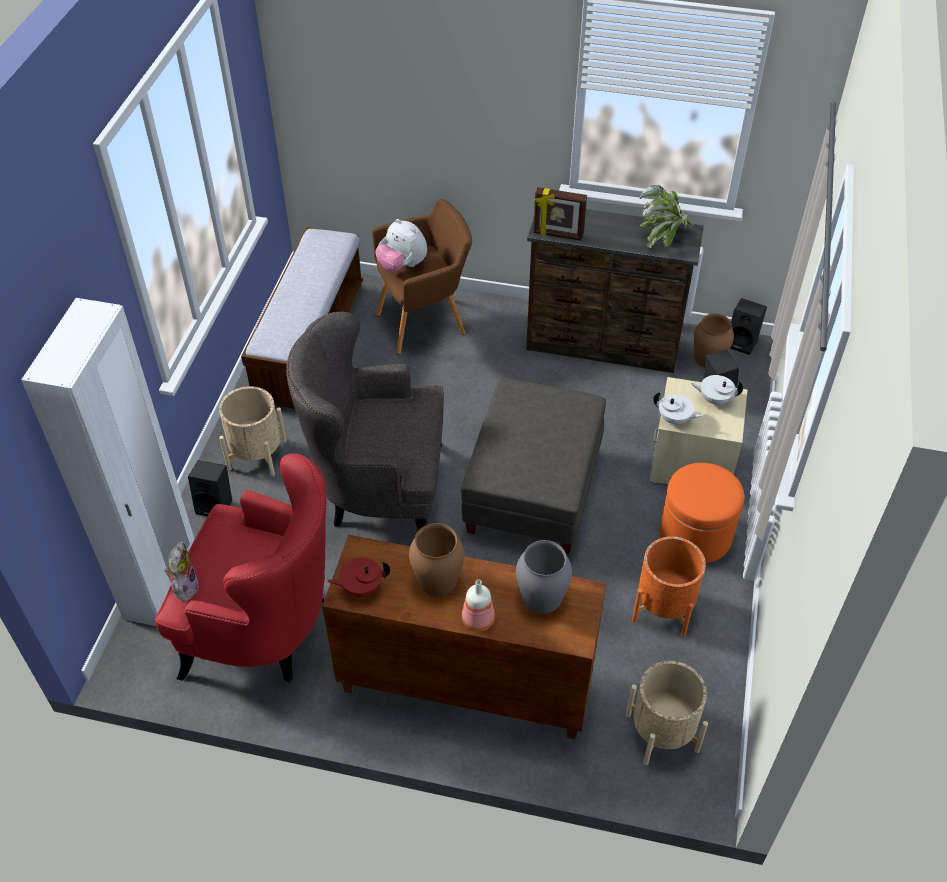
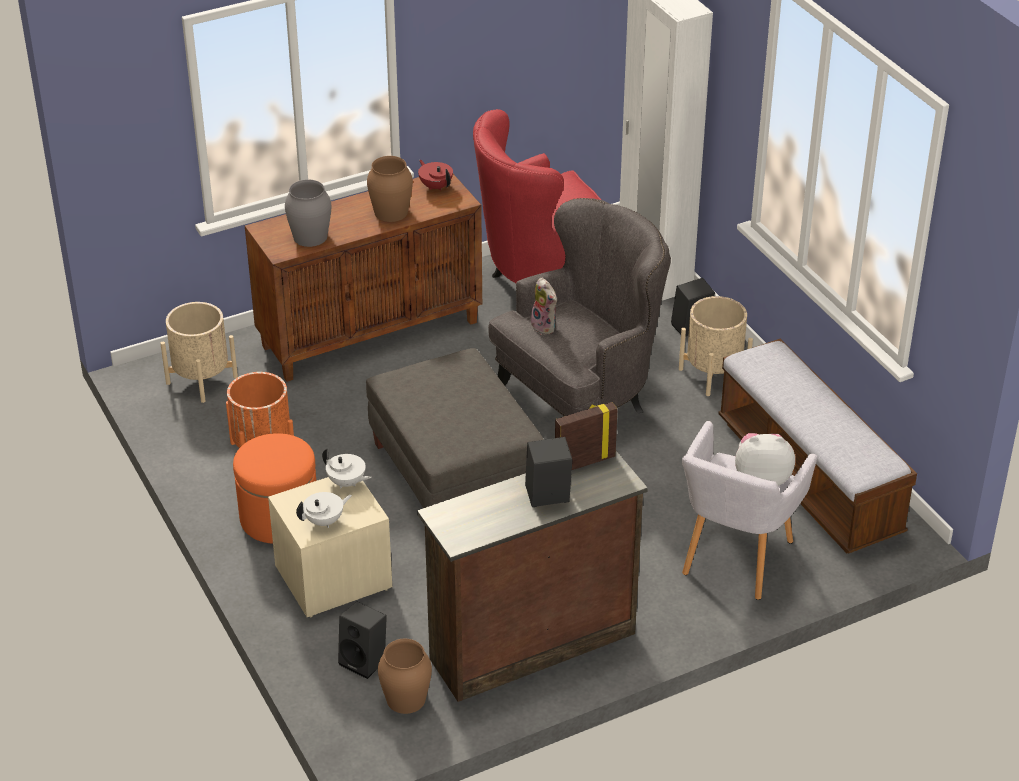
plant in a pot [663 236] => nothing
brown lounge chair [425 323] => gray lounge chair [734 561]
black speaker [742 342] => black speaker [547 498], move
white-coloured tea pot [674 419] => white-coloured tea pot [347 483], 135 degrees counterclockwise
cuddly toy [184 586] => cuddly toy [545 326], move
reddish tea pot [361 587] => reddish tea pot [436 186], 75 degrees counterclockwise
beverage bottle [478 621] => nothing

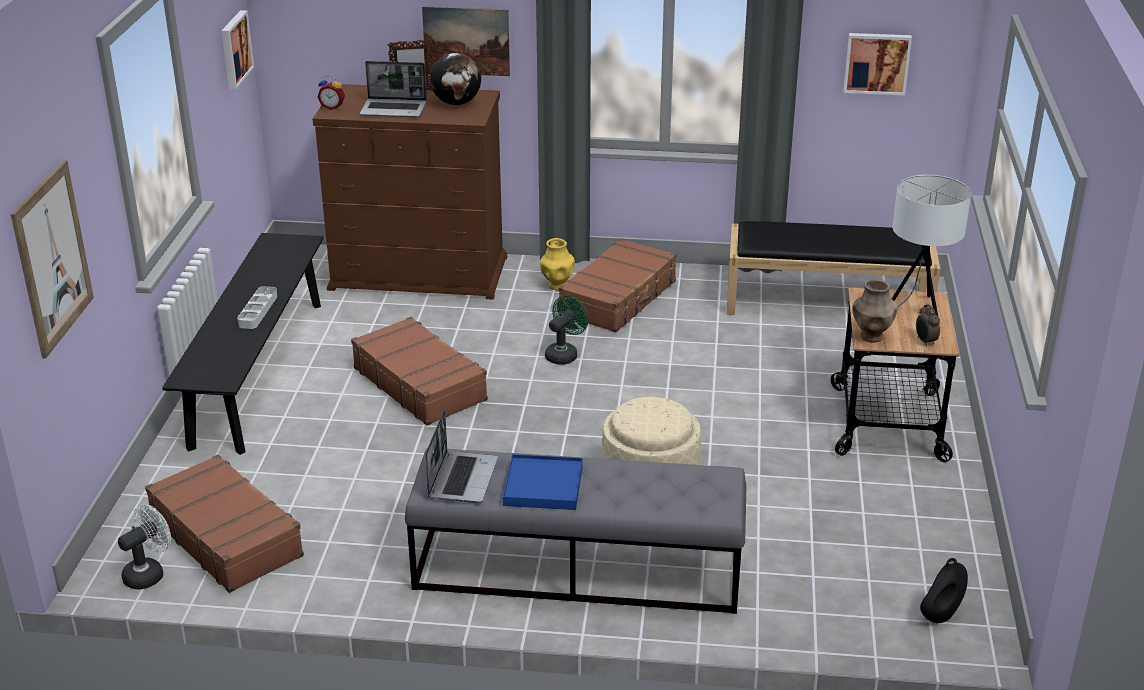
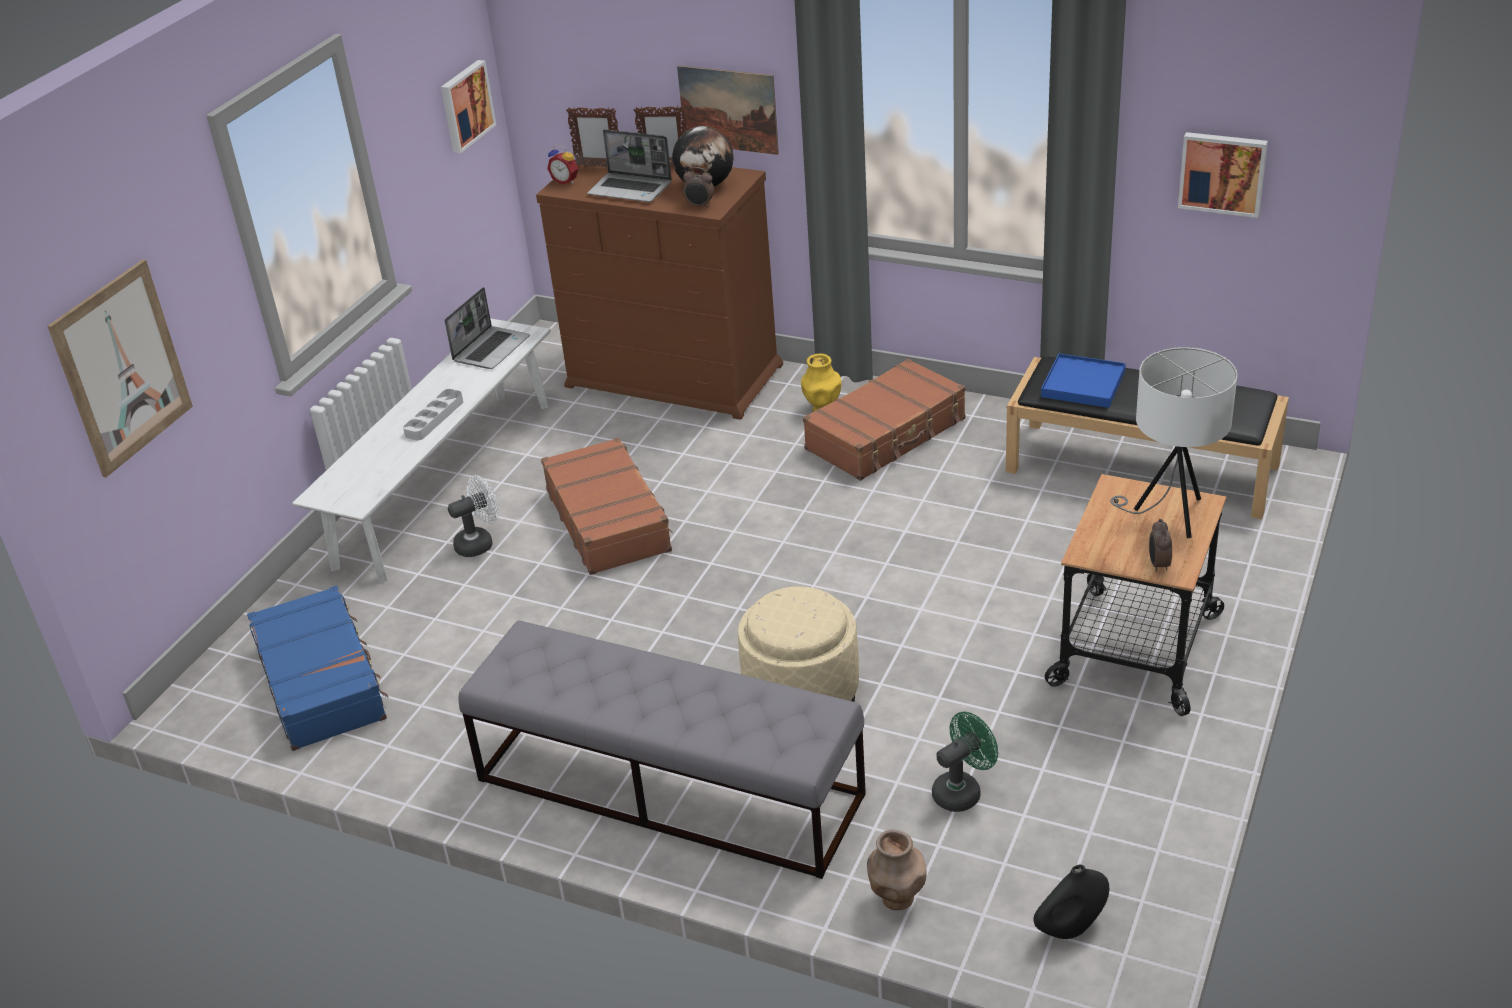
black bench [258 372] => white-coloured bench [446 482]
brown flower vase [871 337] => brown flower vase [897 899], move
green-coloured fan [564 354] => green-coloured fan [962 790], move
notebook computer [462 478] => notebook computer [491 349], move
brown suitcase [227 536] => blue-coloured suitcase [322 681]
blue-coloured serving tray [543 486] => blue-coloured serving tray [1083 384], move
white-coloured fan [149 573] => white-coloured fan [480 543], move
nothing => picture frame [598 166]
nothing => alarm clock [700 206]

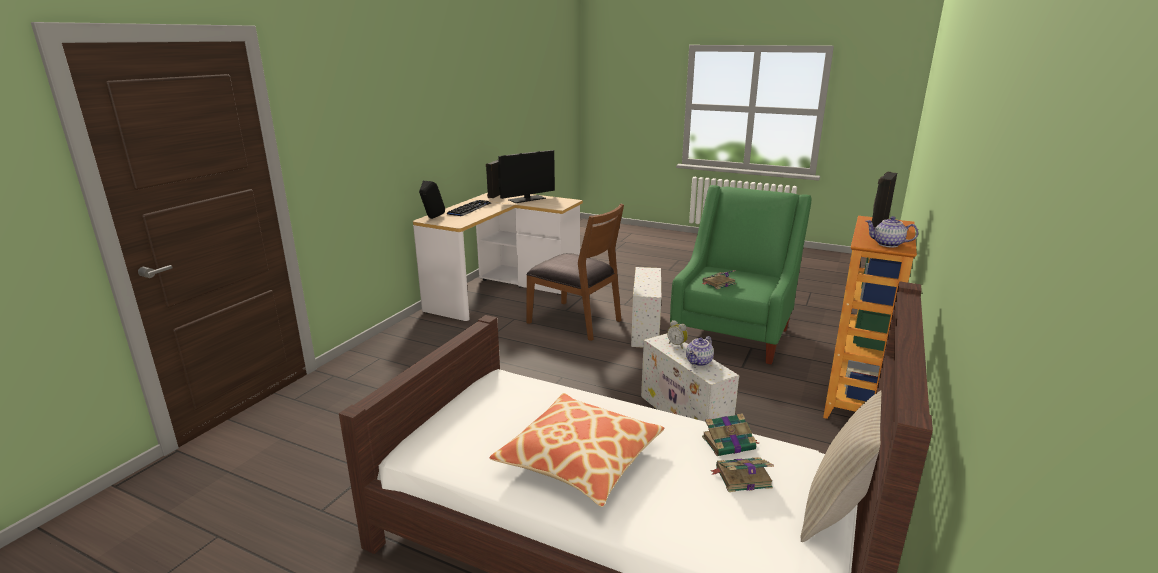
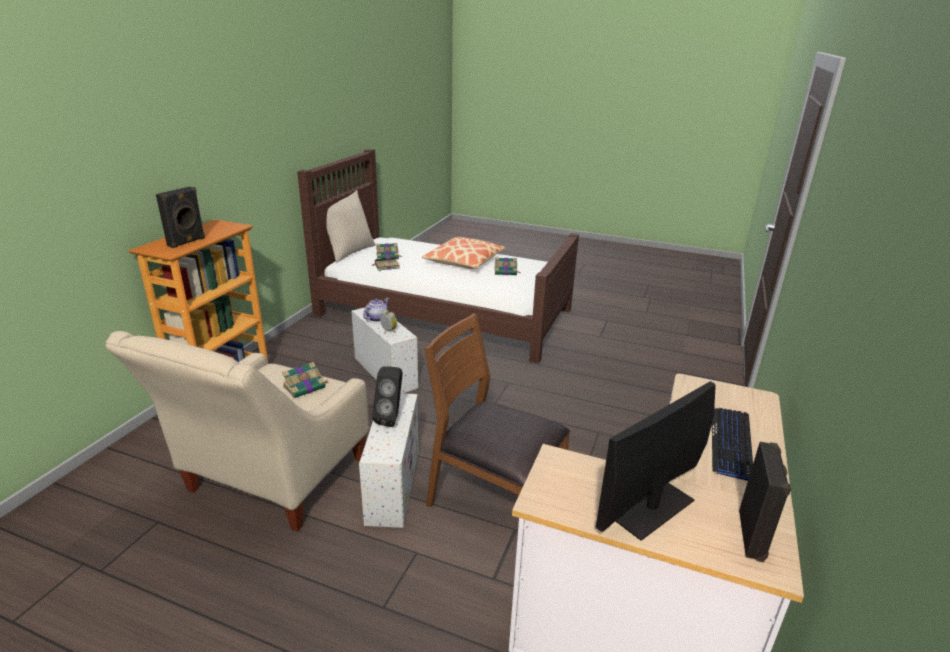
black speaker [432 218] => black speaker [391 418], move
green-coloured lounge chair [734 332] => beige lounge chair [270 482]
tea pot [887 244] => nothing
nothing => volume [506 271]

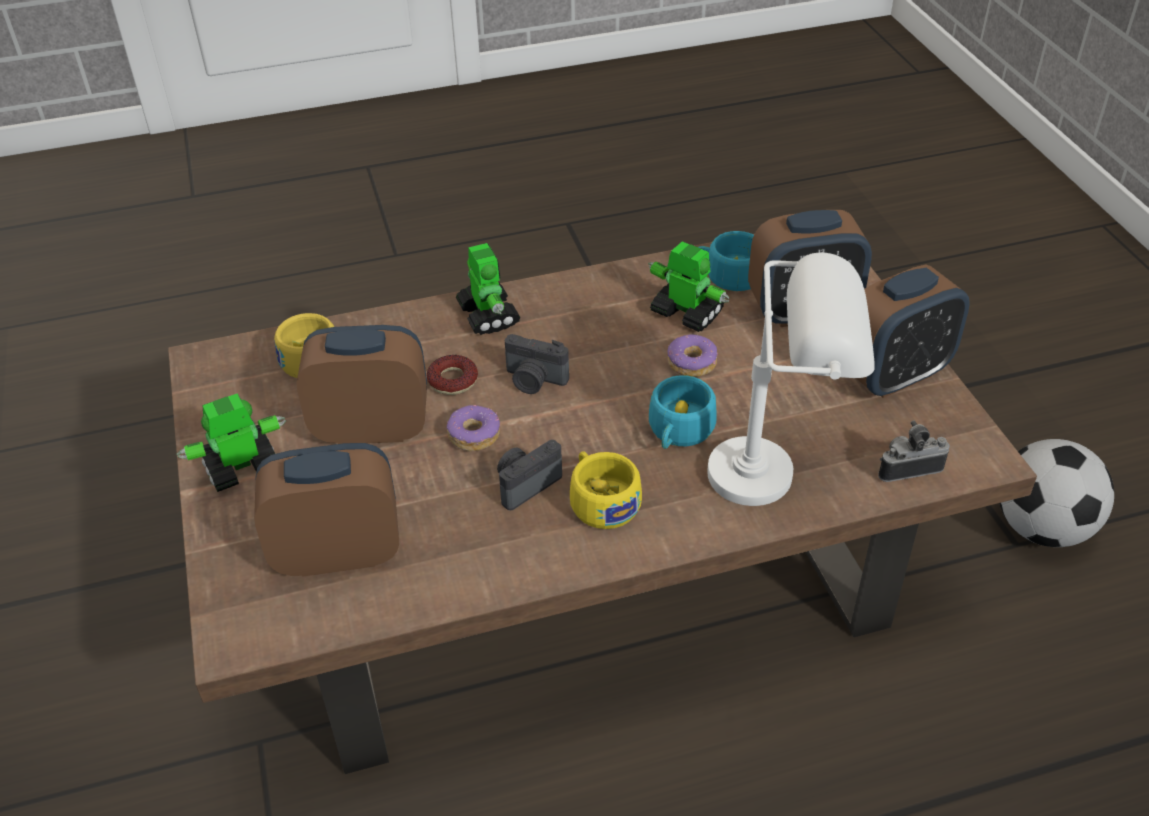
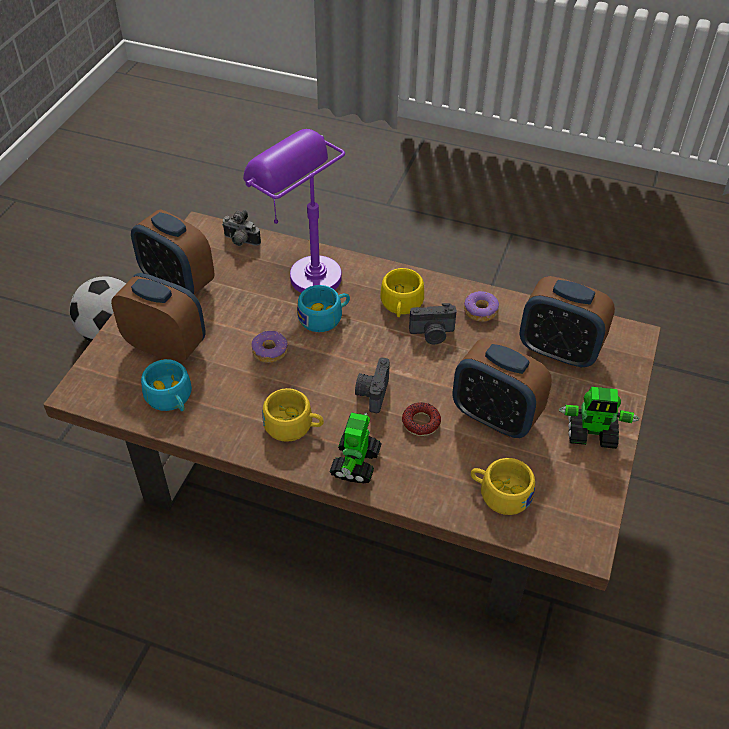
robot figure [686 313] => nothing
white-coloured tabletop lamp [780 474] => purplish tabletop lamp [301 270]
alarm clock [894 375] => alarm clock [178 283], 150 degrees counterclockwise
photo camera [534 381] => photo camera [372 393], 135 degrees counterclockwise
doughnut [473 435] => doughnut [480 311], move
nothing => yellow small cup [294 426]

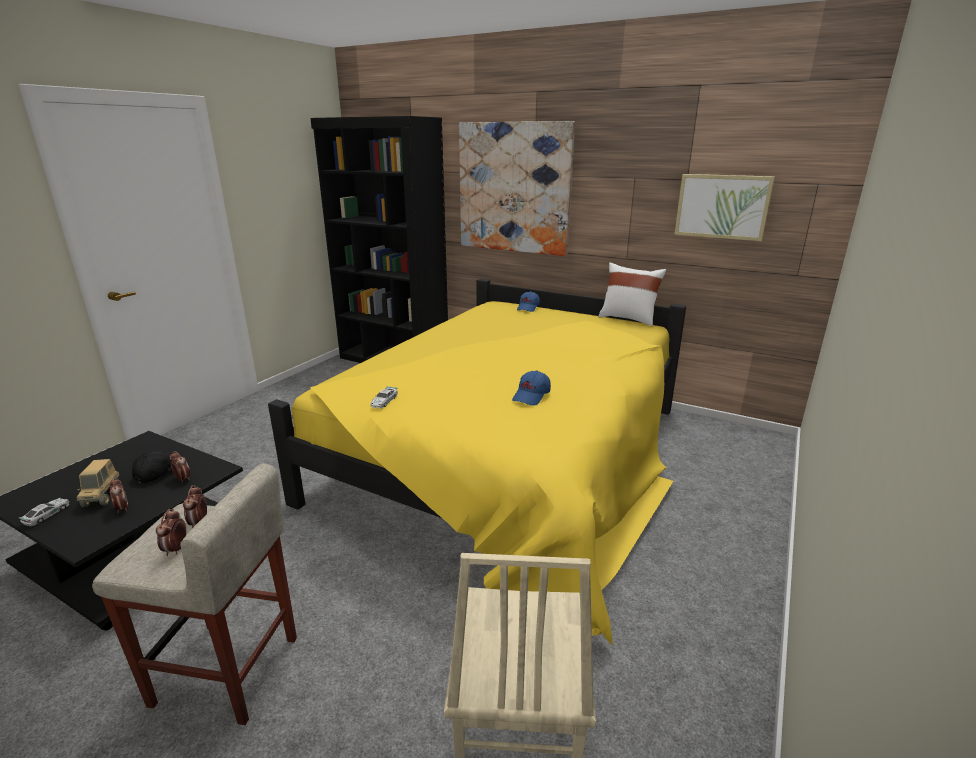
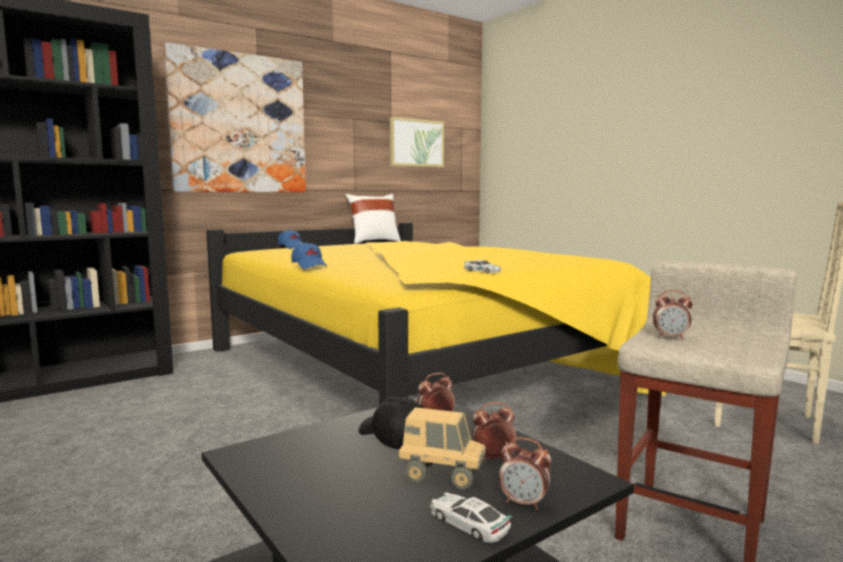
blue-coloured cap [532 396] => blue-coloured cap [310 266], move
alarm clock [176 549] => alarm clock [524 503], move

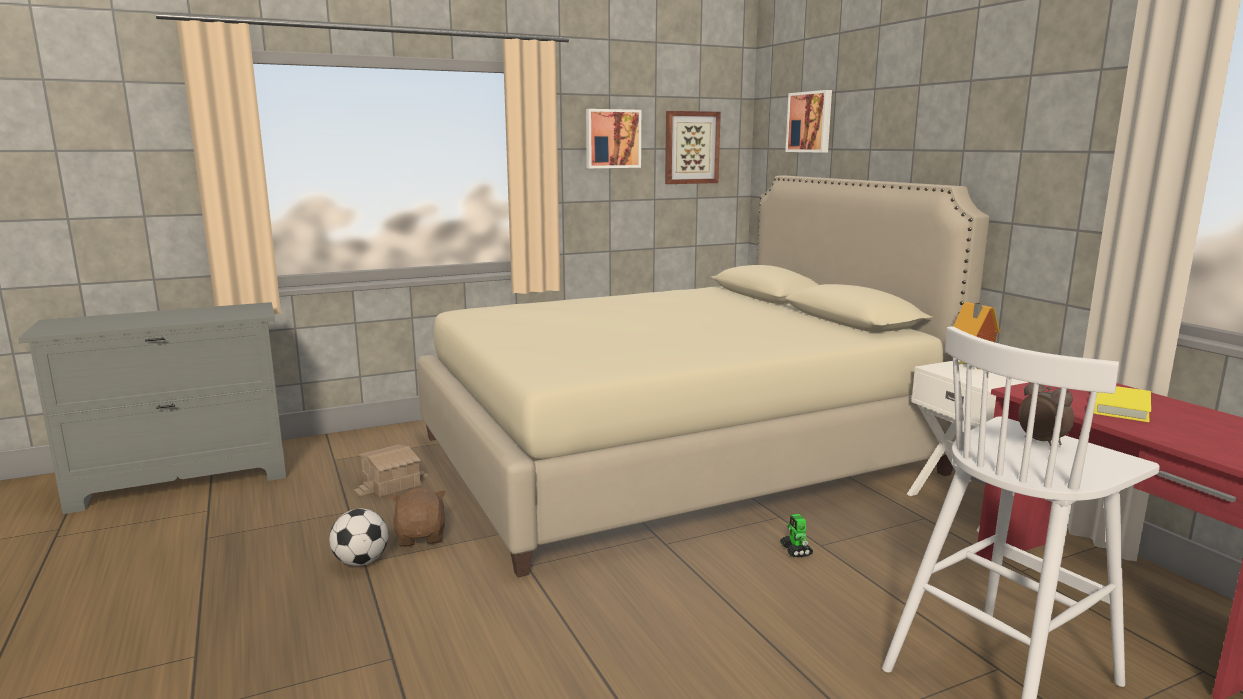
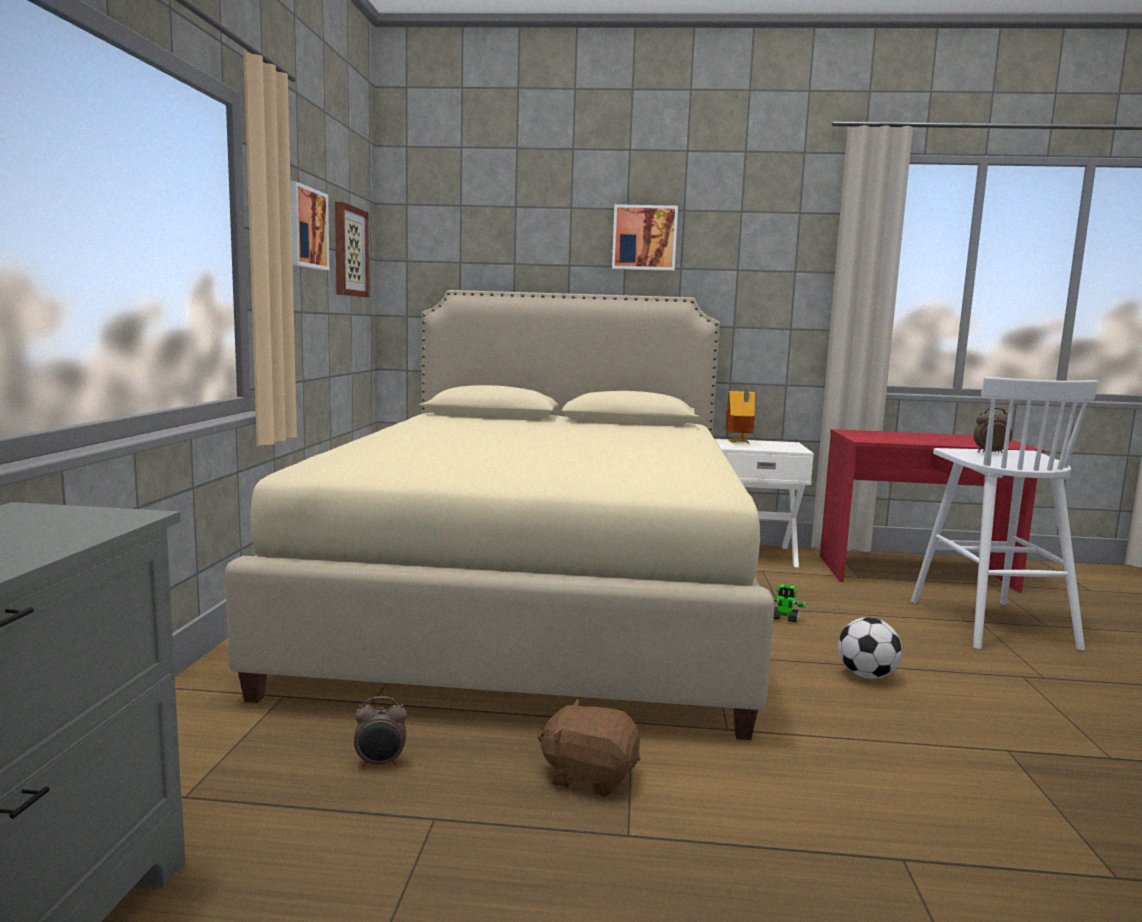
wall art [810 122] => wall art [644 238], move
yellow volume [1119 407] => nothing
model house [392 484] => alarm clock [380 763]
ball for football [361 562] => ball for football [866 675], move

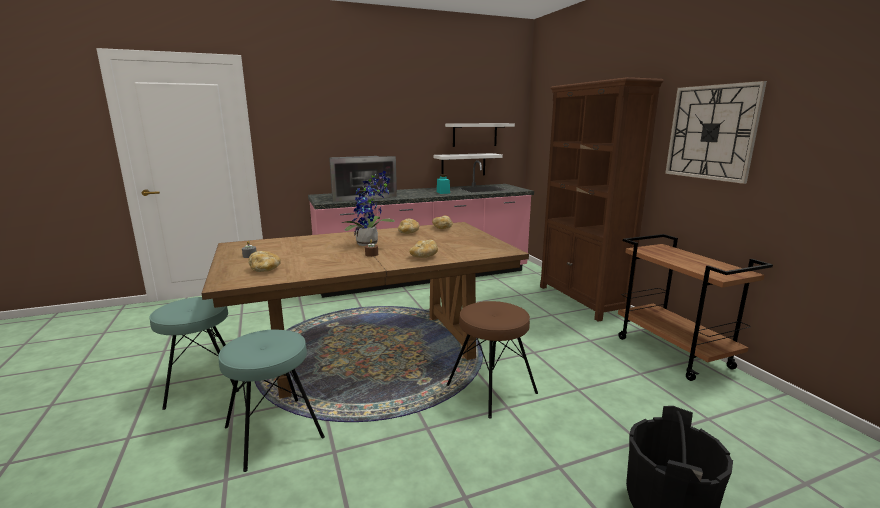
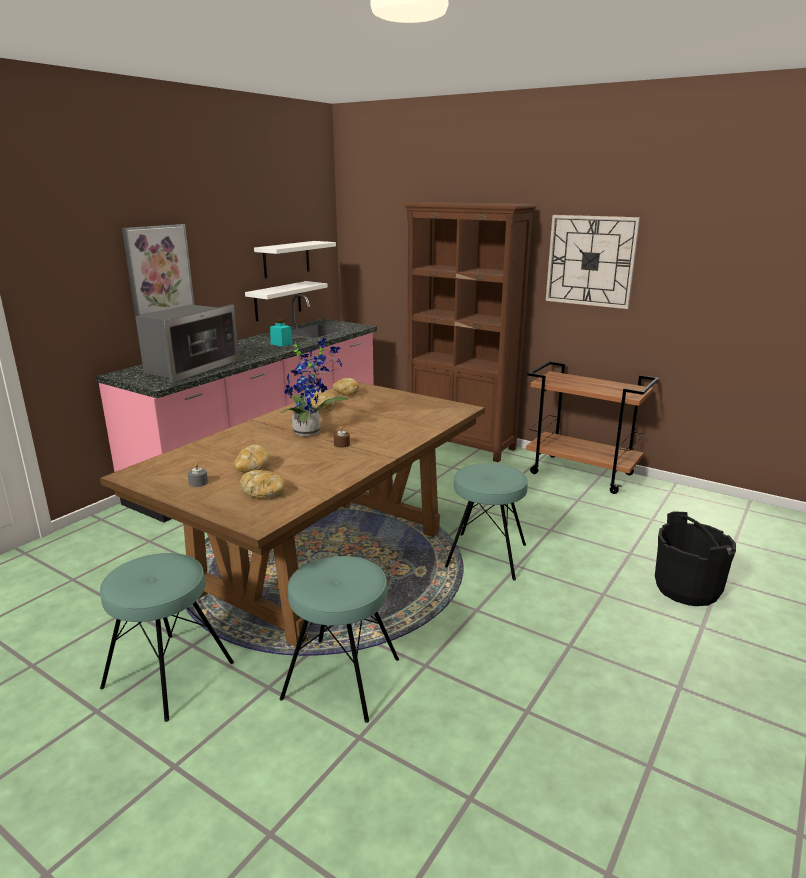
baked bread [424 256] => baked bread [253 469], move
brown stool [491 389] => turquoise-coloured stool [486 556]
nothing => wall art [158 269]

